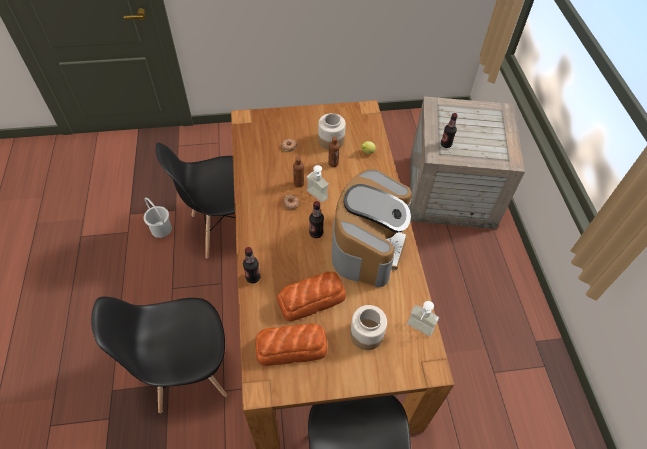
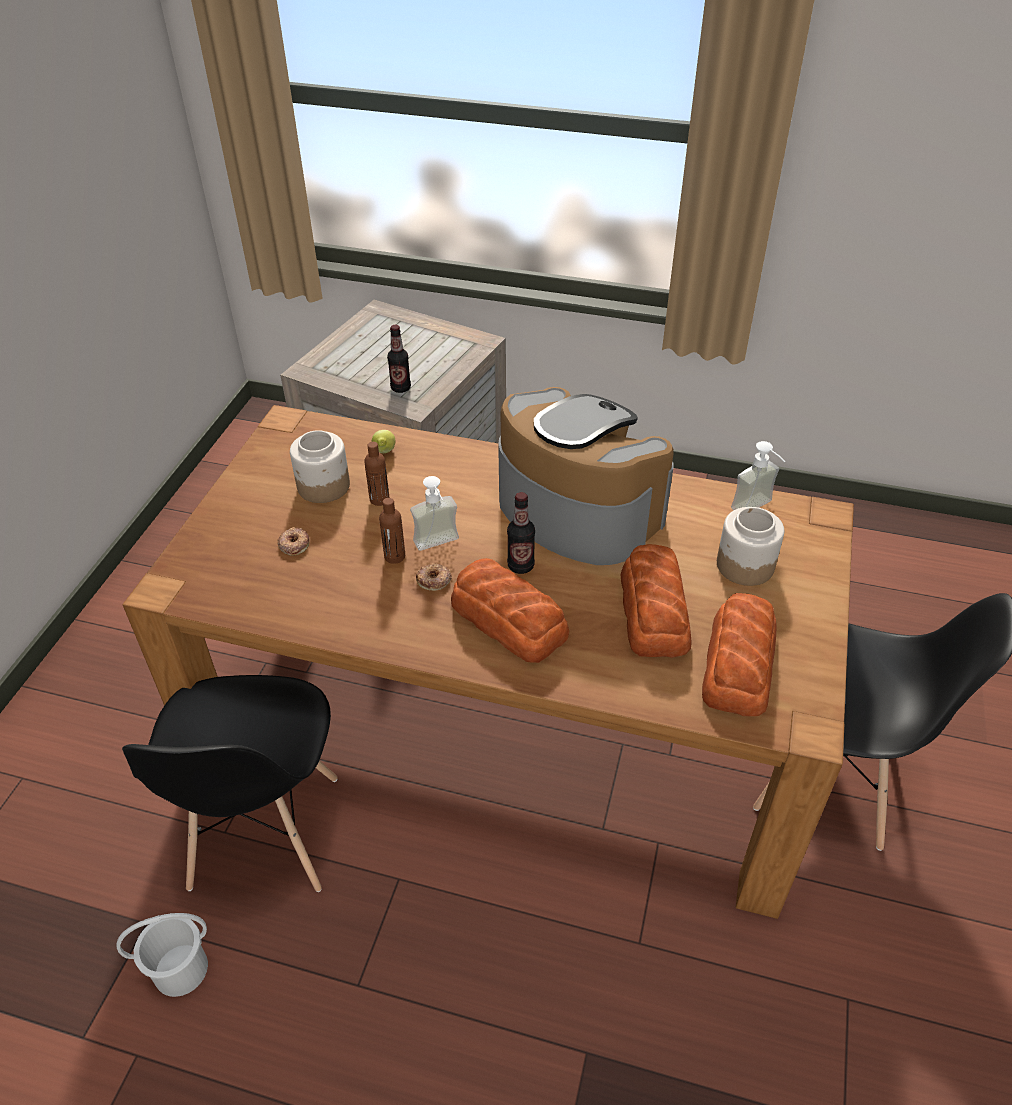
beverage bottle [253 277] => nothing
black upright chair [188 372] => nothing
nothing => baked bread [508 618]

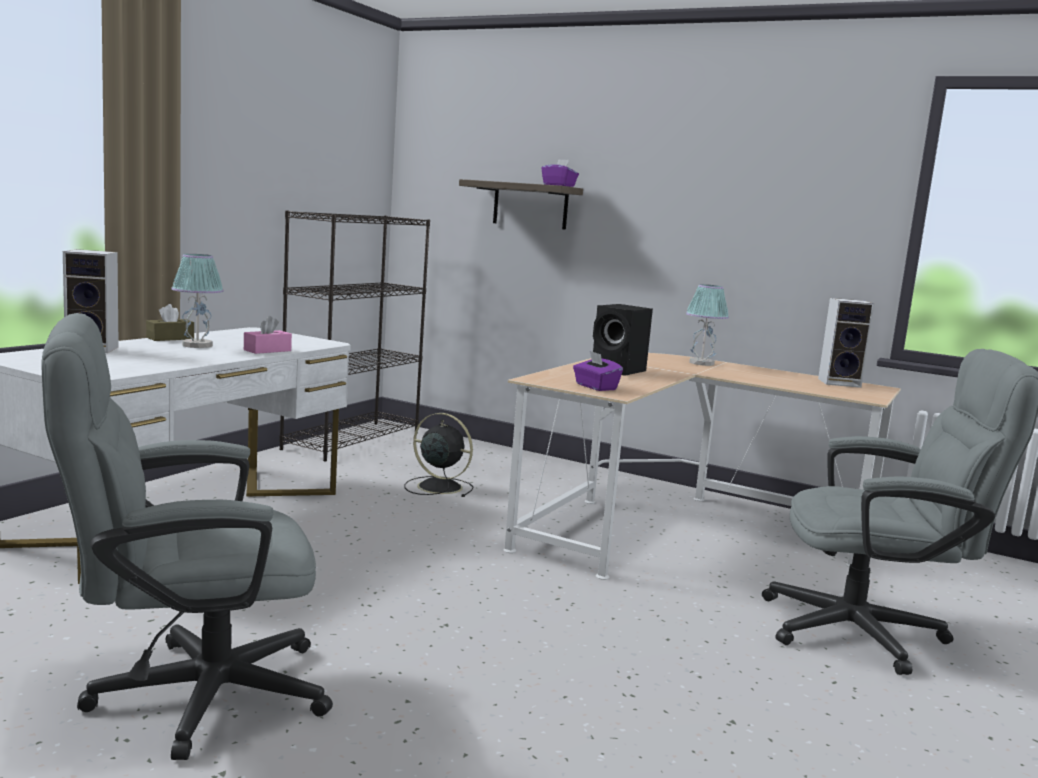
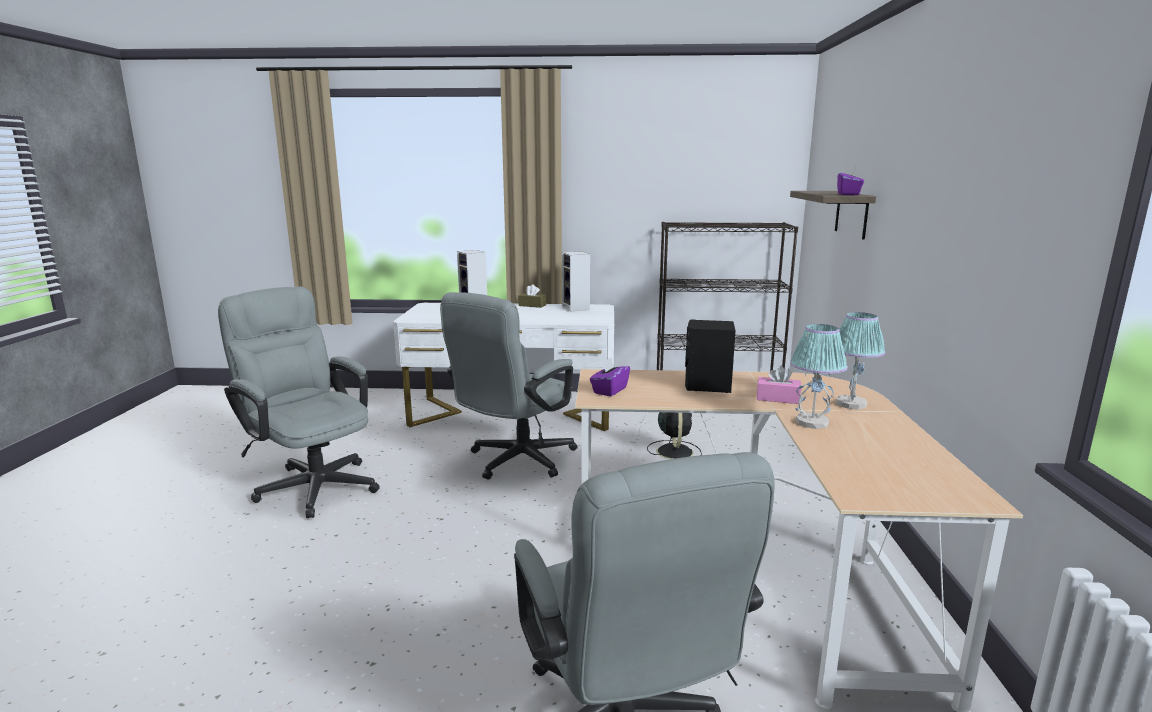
tabletop lamp [197 345] => tabletop lamp [812 422], move
speaker [840 383] => speaker [576 308], move
pink box of tissues [267 350] => pink box of tissues [777 398], move
nothing => gray office chair [515 462]

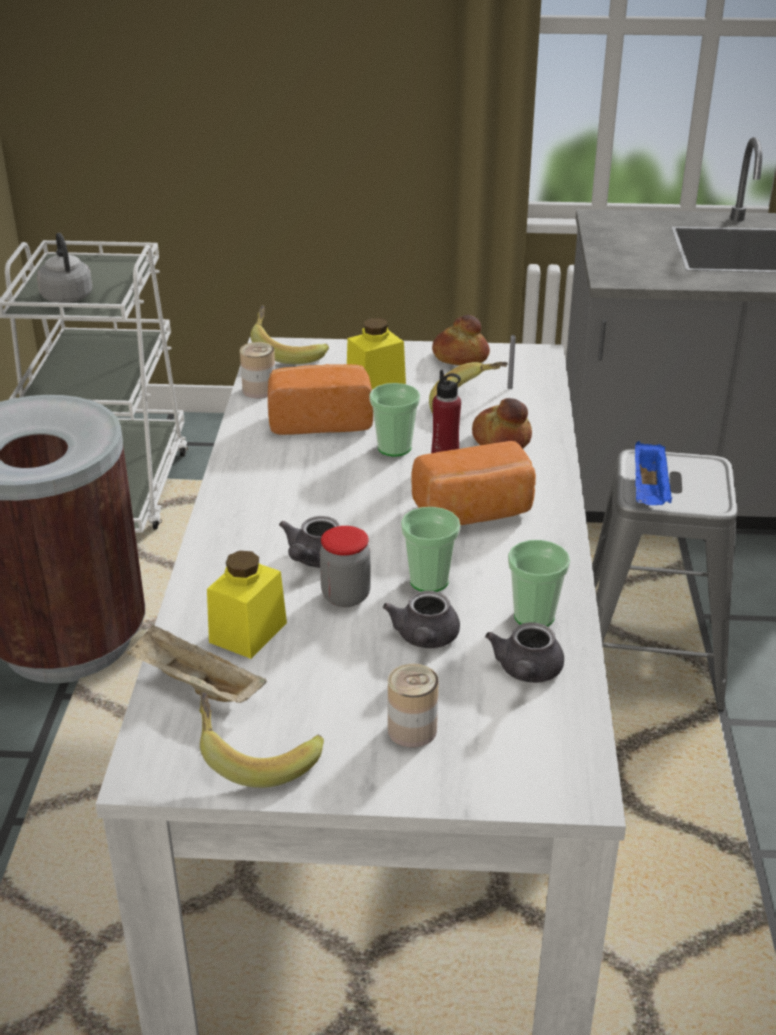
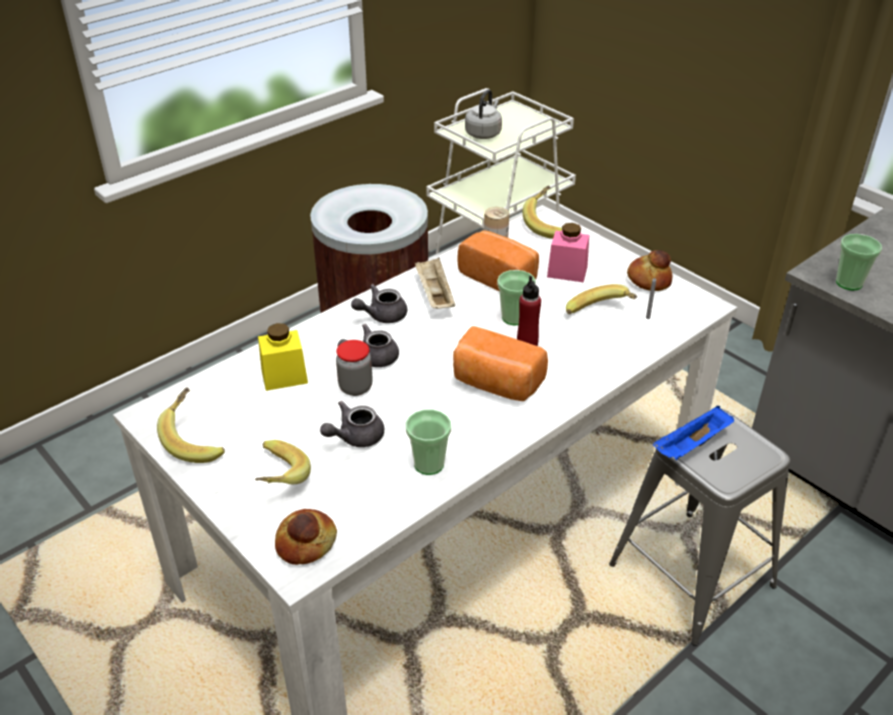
yellow preserve jar [375 384] => pink preserve jar [567 271]
baked bread [502 439] => baked bread [306 543], move
small cup [429 581] => small cup [849 283], move
gray tea pot [526 672] => gray tea pot [382 315], move
beige serving tray [195 685] => beige serving tray [434 295], move
sealed can [412 729] => banana fruit [276 478]

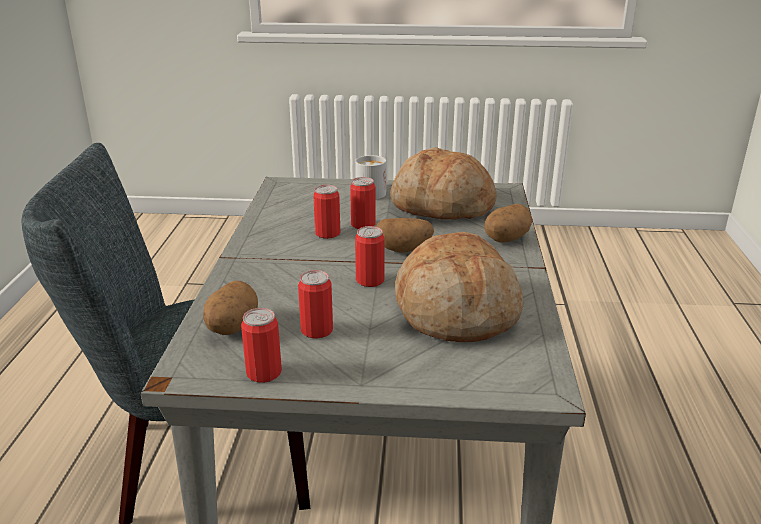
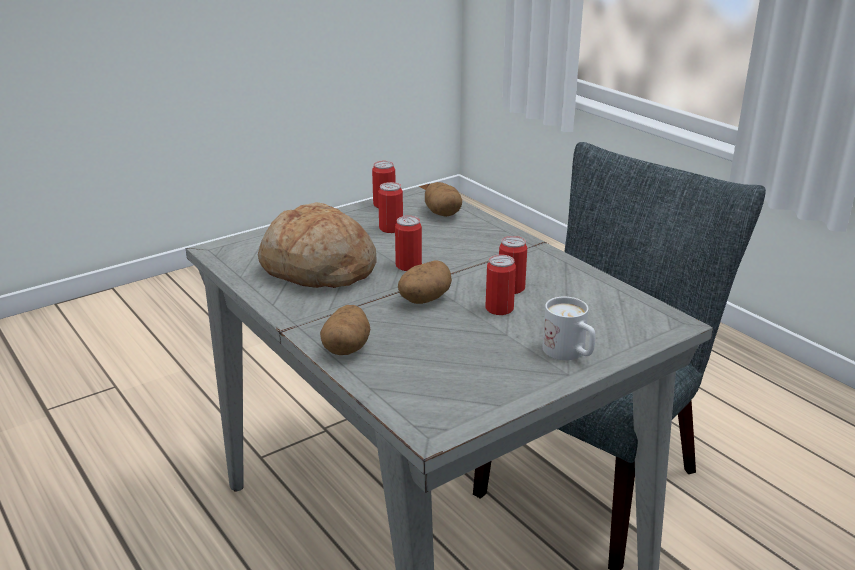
baked bread [441 206] => nothing

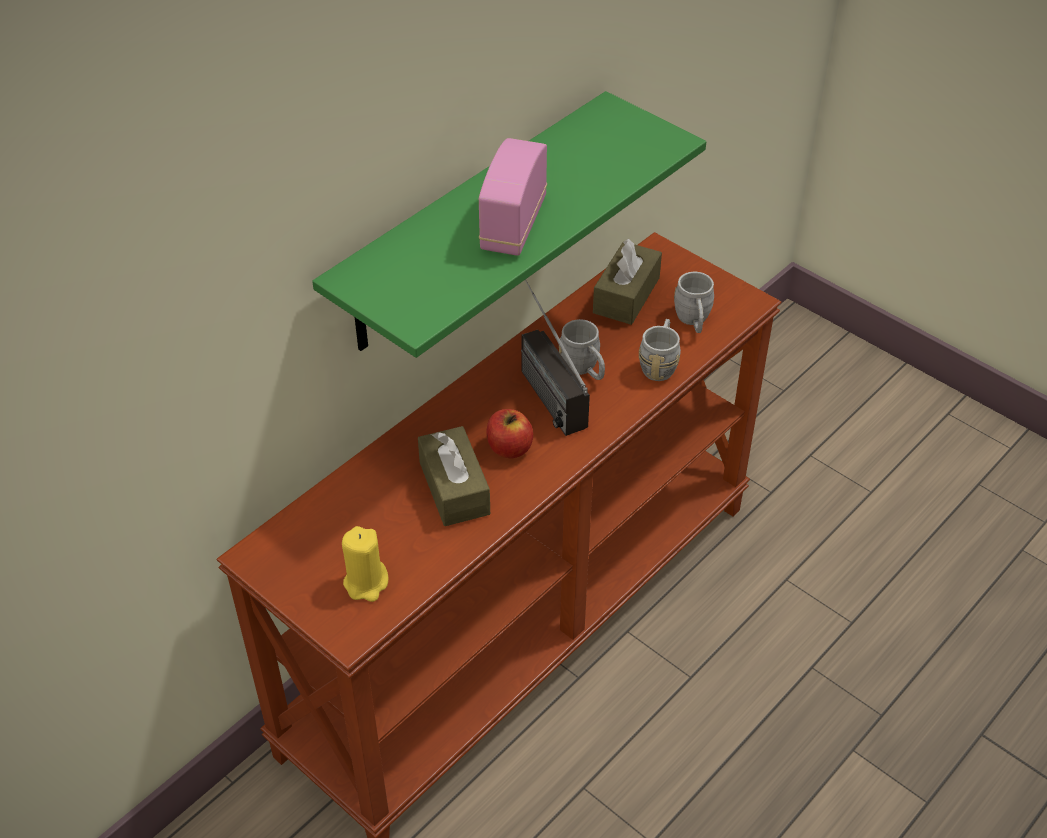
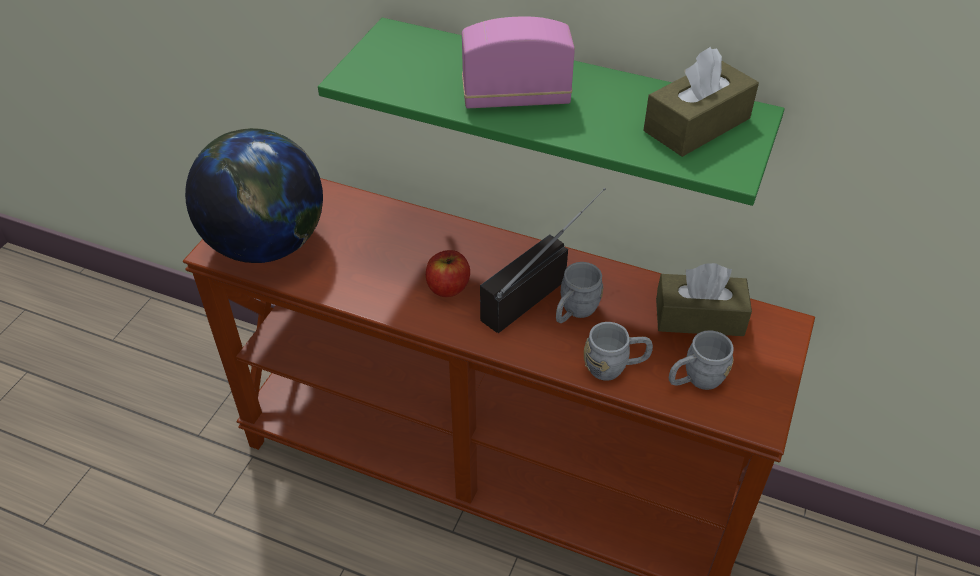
brown box of tissues [454 488] => brown box of tissues [697 125], move
yellow candle [366 583] => world globe [267 245]

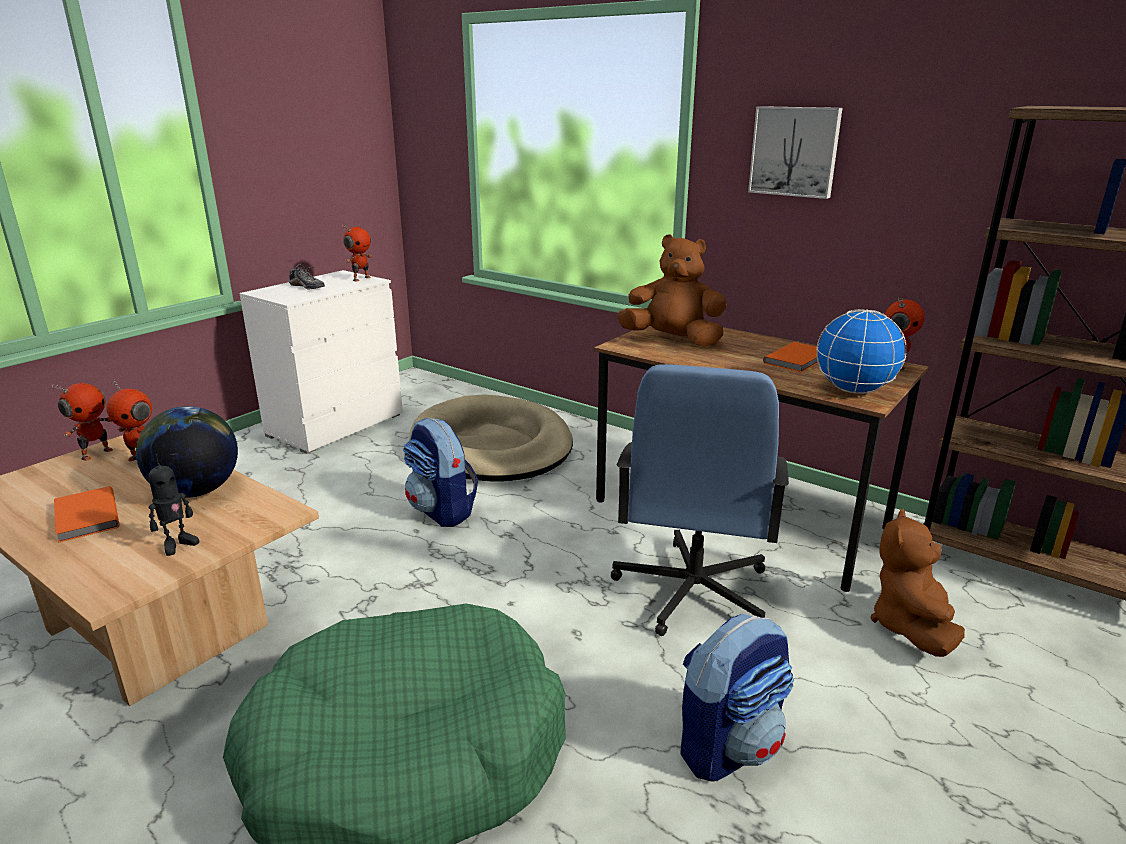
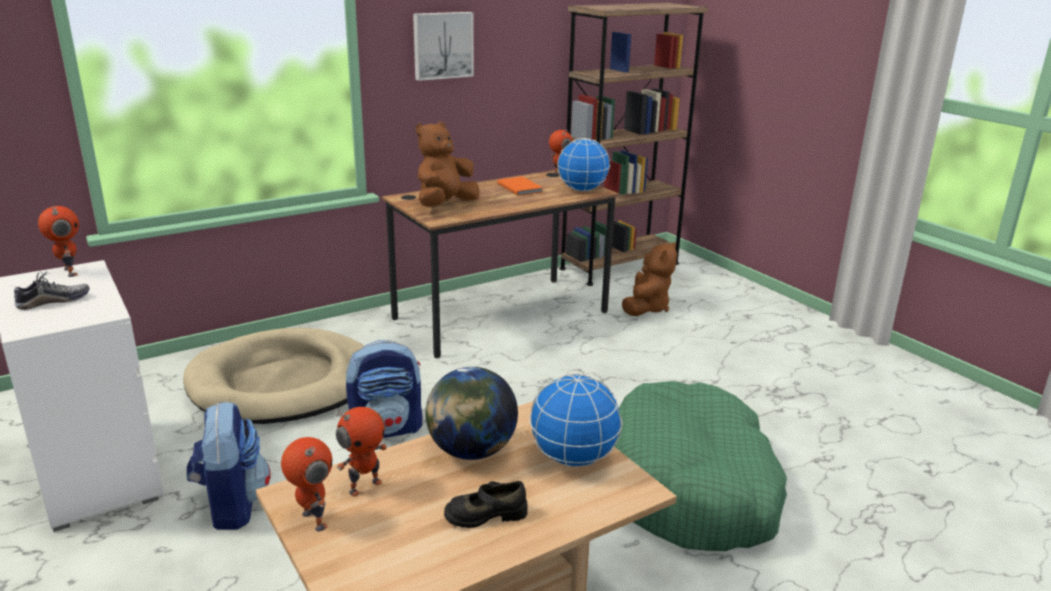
blue-coloured office chair [692 591] => nothing
robot figure [178 544] => world globe [572 458]
orangey volume [85 517] => black low shoe [485 514]
brown cuddly toy [910 627] => brown cuddly toy [646 308], 105 degrees counterclockwise
backpack [729 746] => backpack [232 505], move

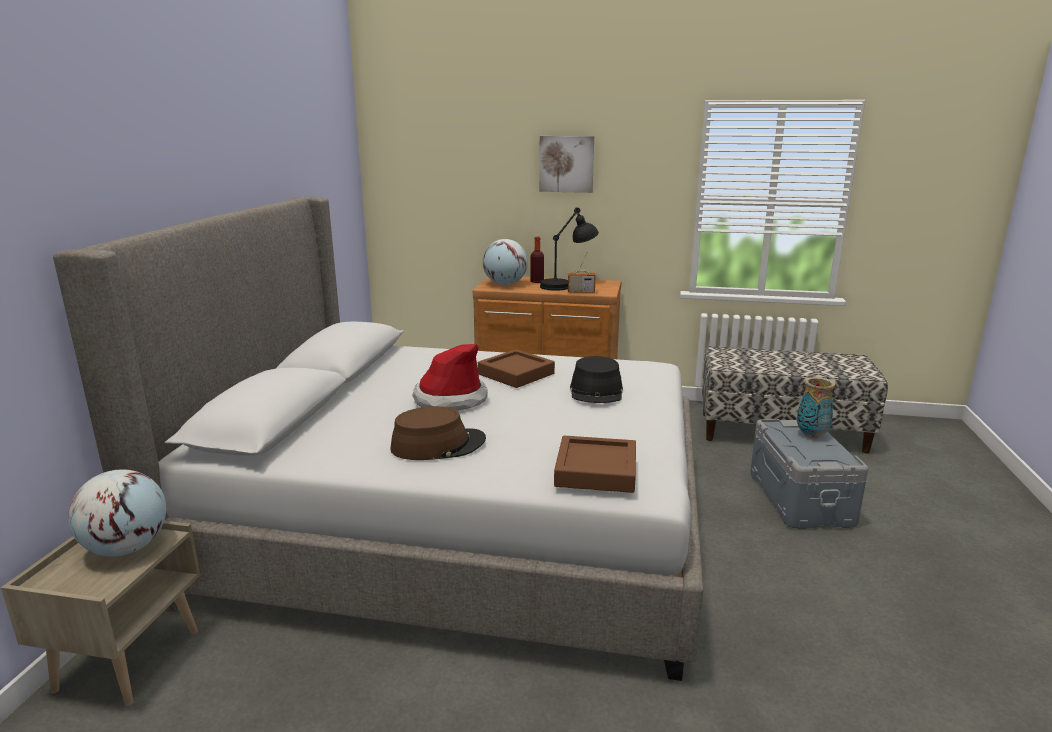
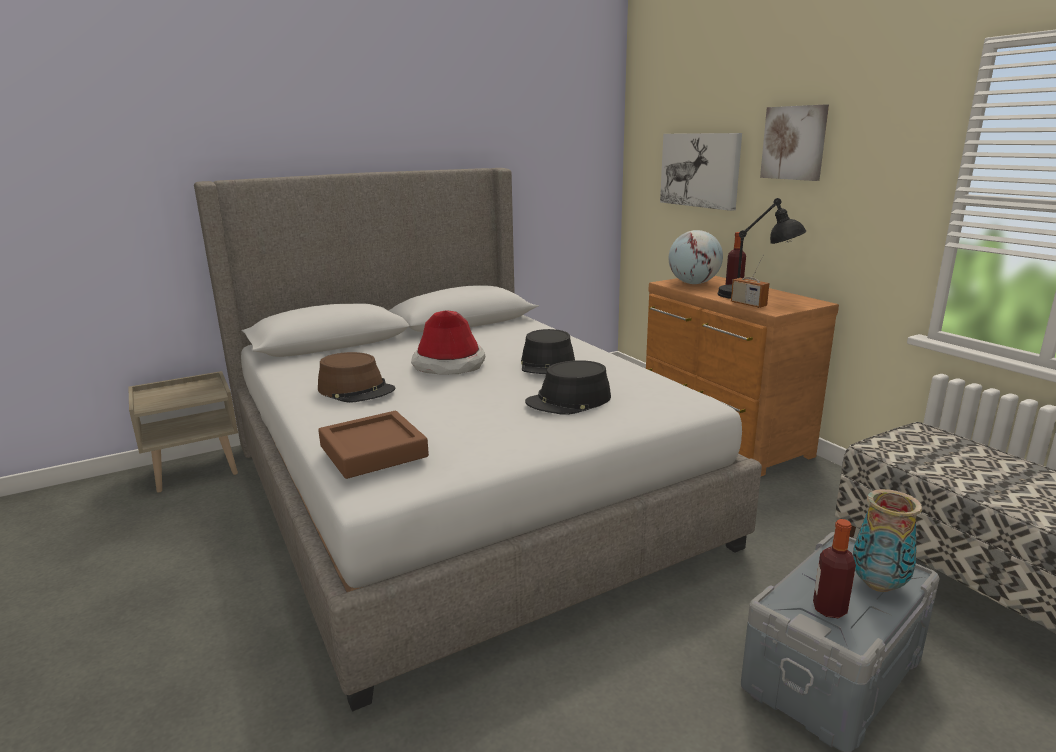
brown serving tray [516 374] => black clothing hat [548 364]
world globe [127 548] => nothing
nothing => wall art [700 170]
nothing => beverage bottle [829 609]

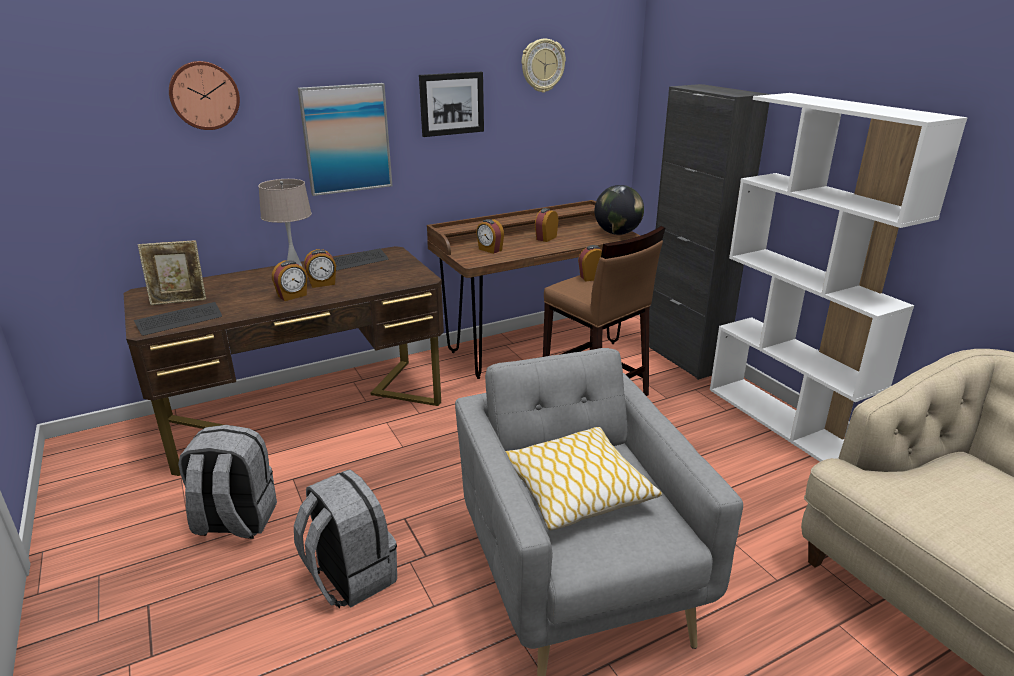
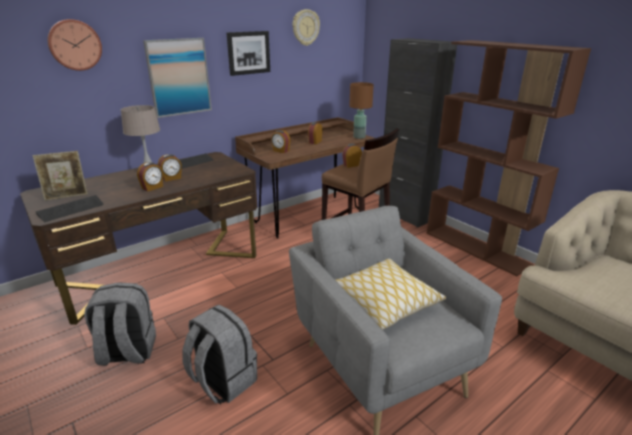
white-coloured bookshelf [785 421] => brown bookshelf [477 248]
world globe [617 233] => brown tabletop lamp [359 137]

